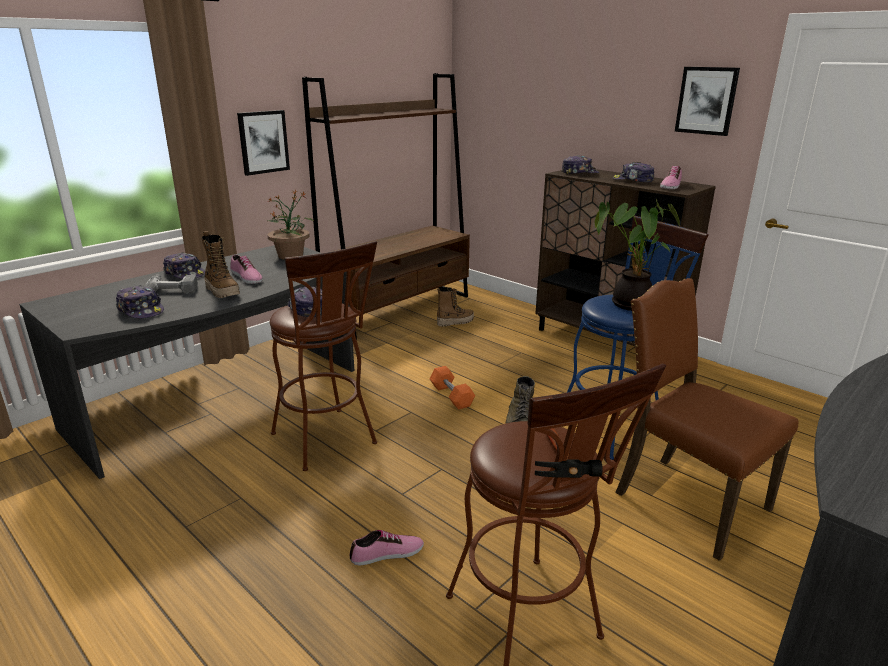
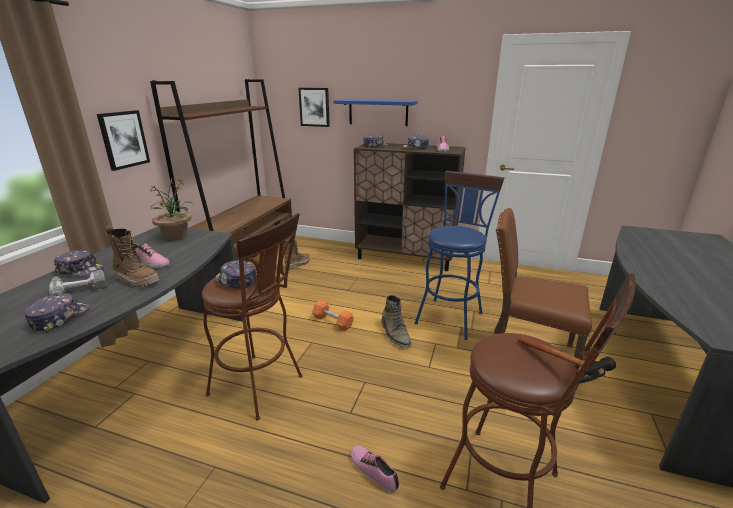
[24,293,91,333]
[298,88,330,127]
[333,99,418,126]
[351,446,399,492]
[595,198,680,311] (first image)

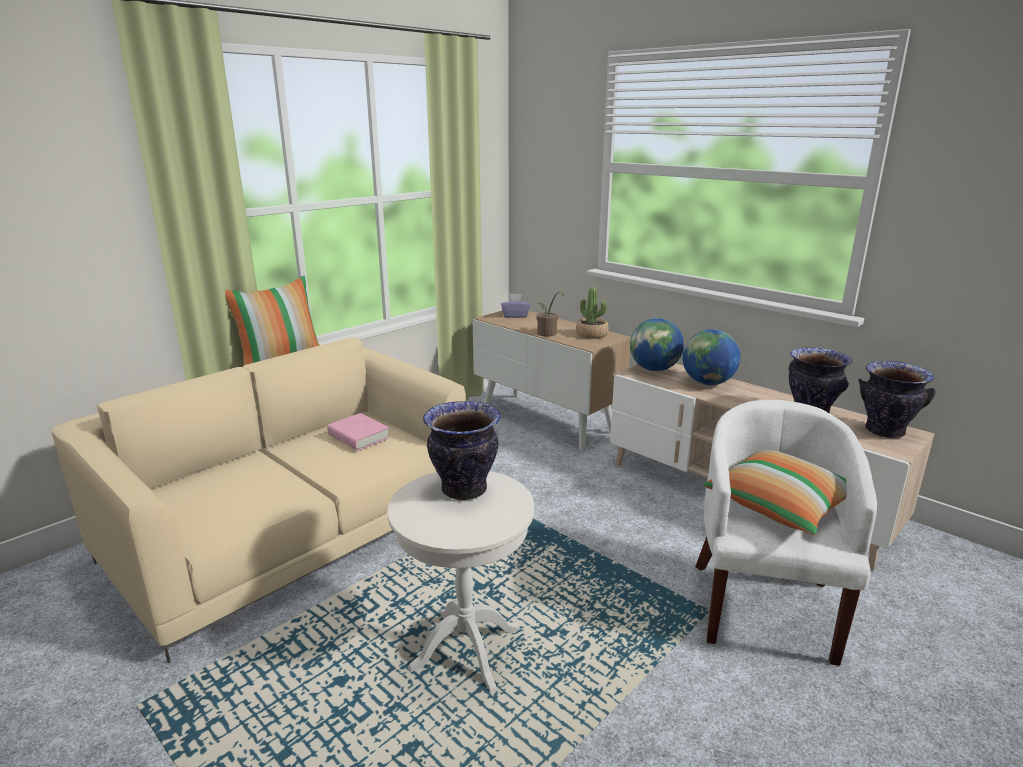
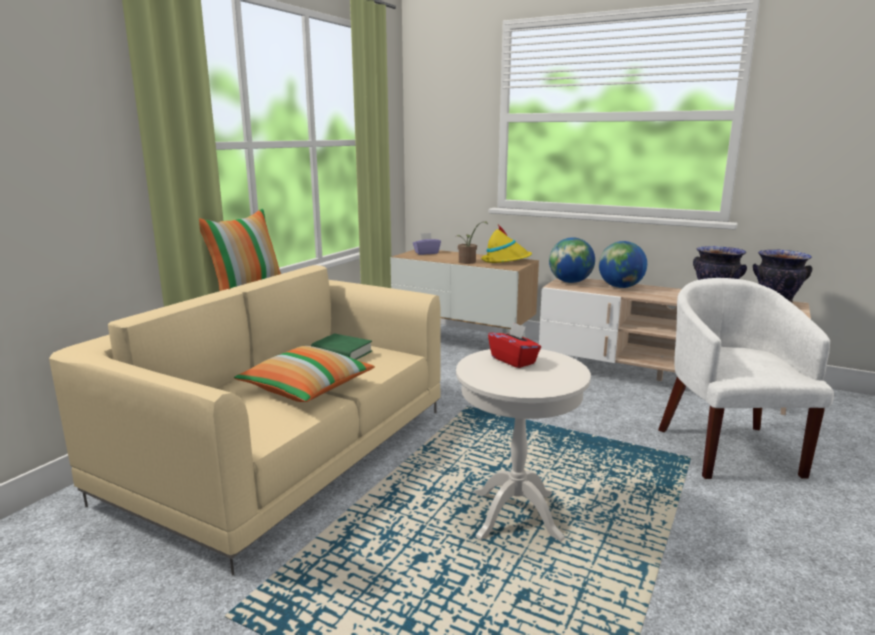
[234,346,375,402]
[311,333,372,360]
[481,225,532,263]
[488,322,541,368]

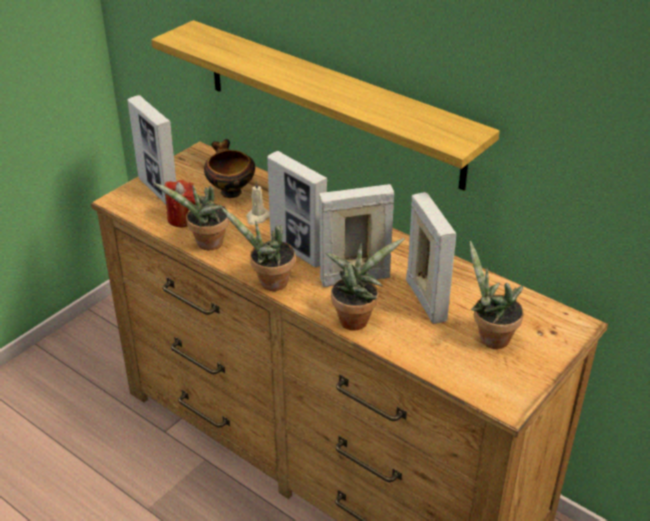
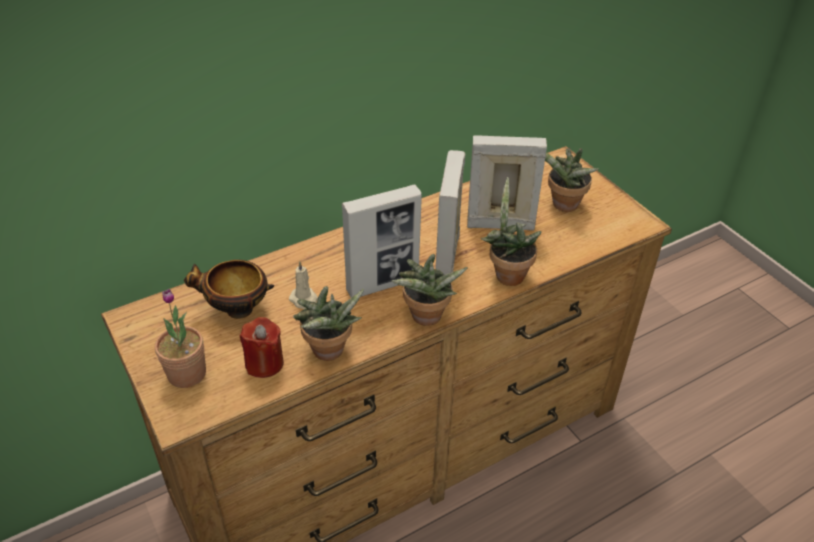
[155,289,206,388]
[151,20,500,191] (first image)

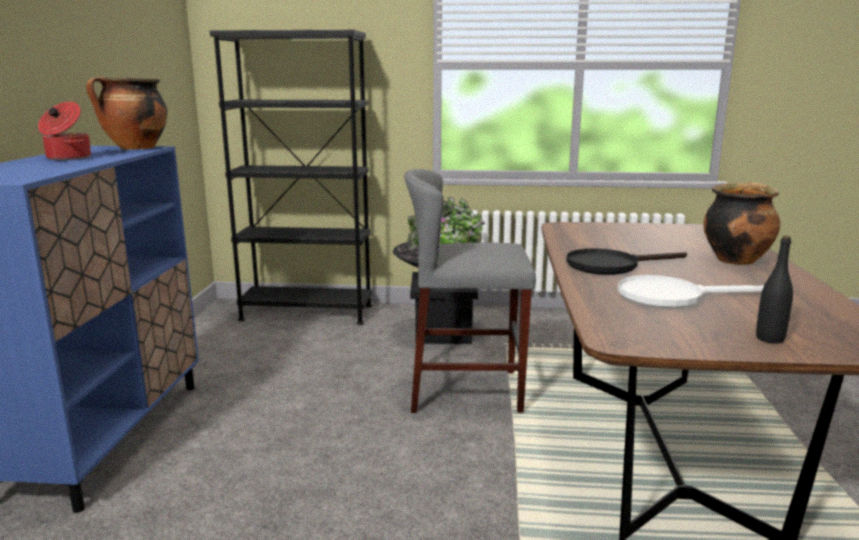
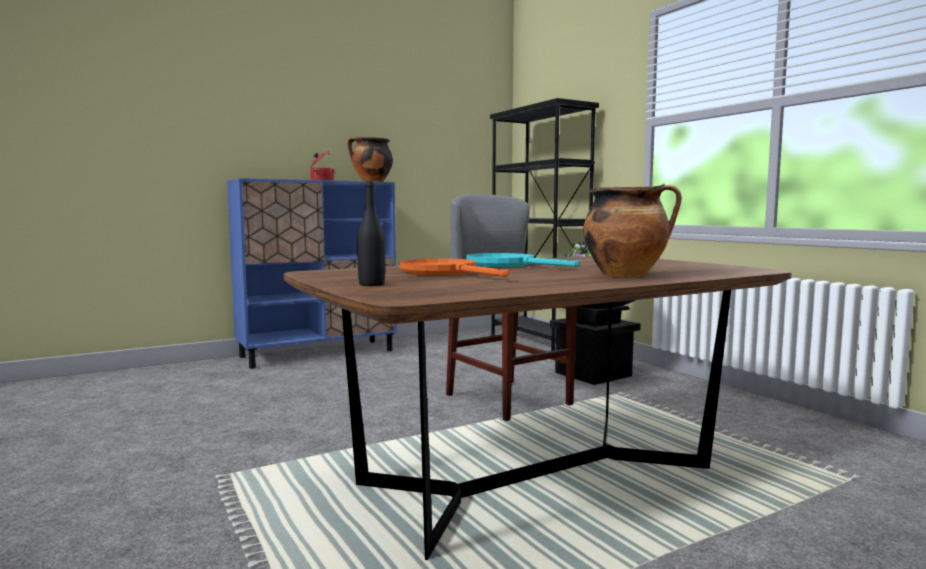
[399,258,509,277]
[467,253,580,267]

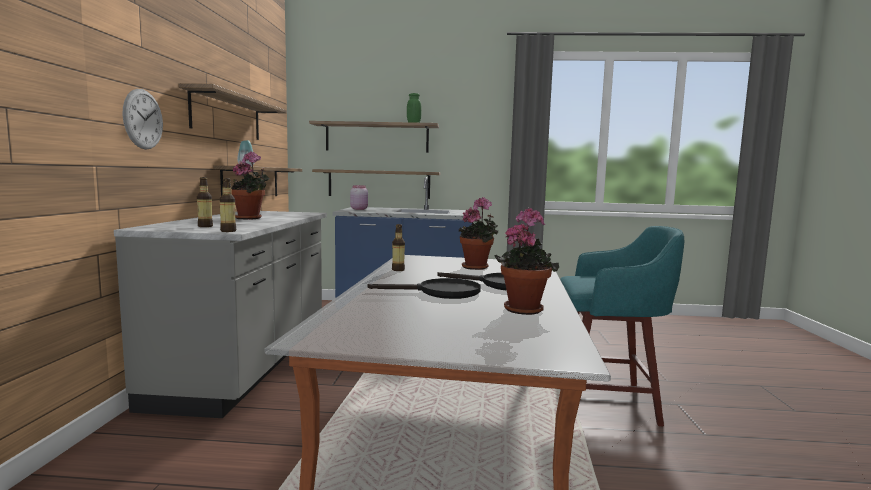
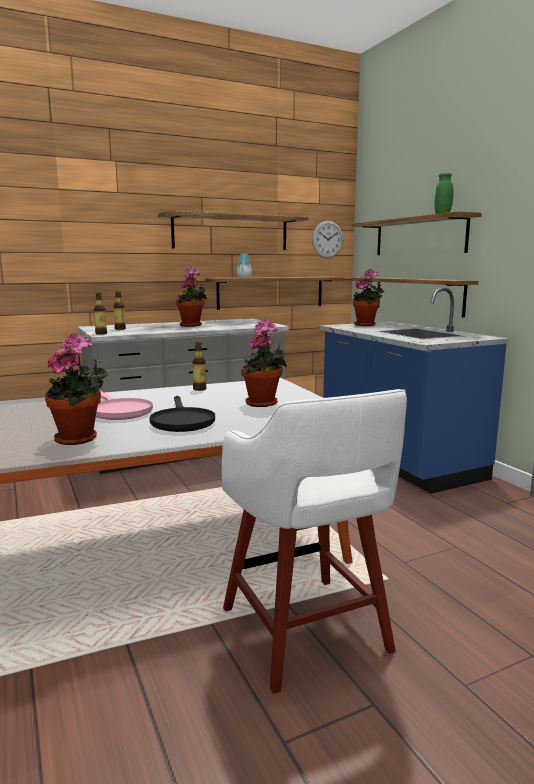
[96,390,153,420]
[222,389,407,694]
[312,221,343,258]
[352,269,385,326]

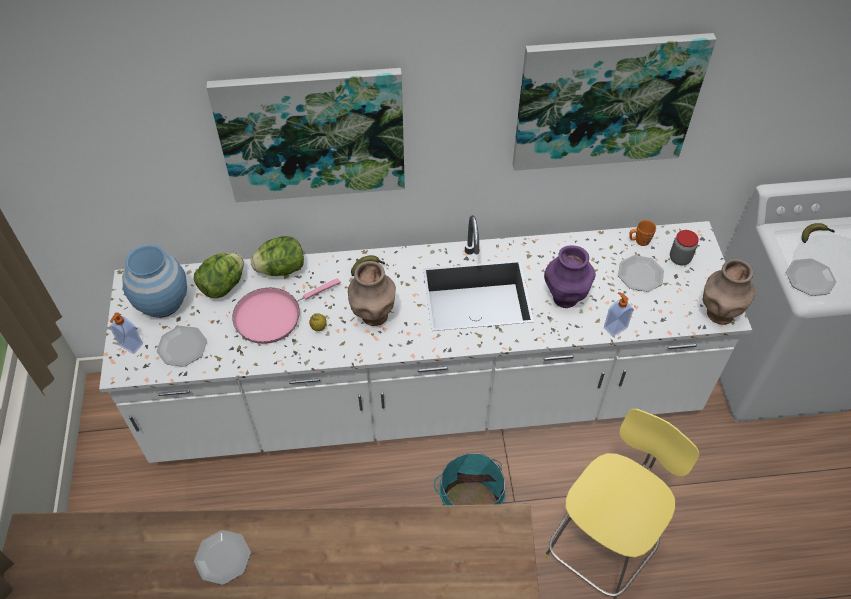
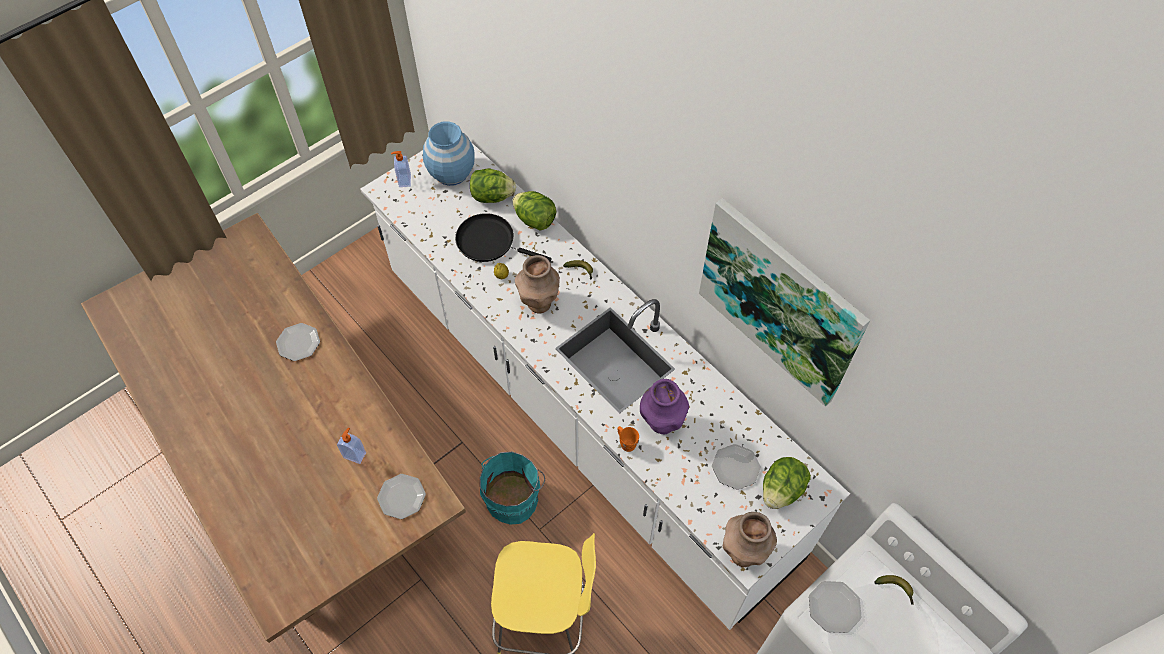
[337,428,366,464]
[377,474,426,519]
[455,213,552,262]
[617,426,639,452]
[763,457,811,509]
[207,68,405,202] (first image)

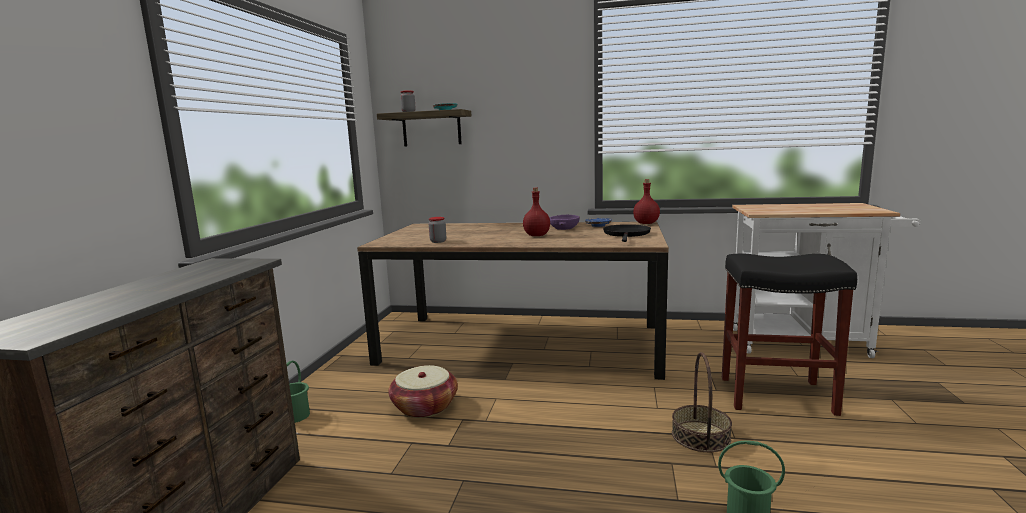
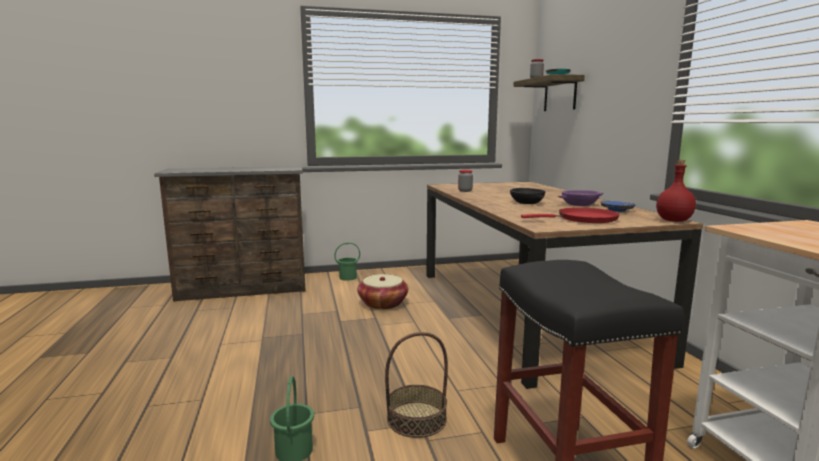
[510,188,546,204]
[521,207,620,223]

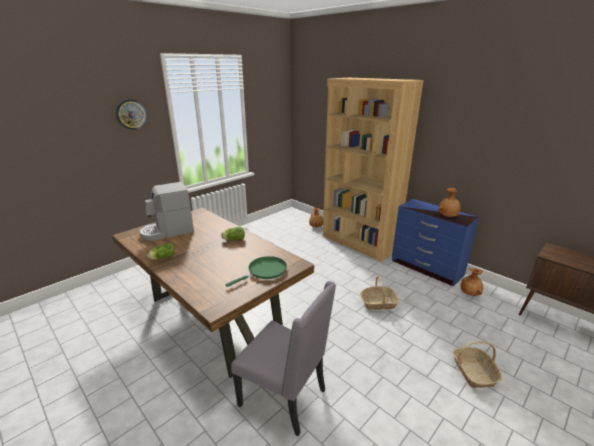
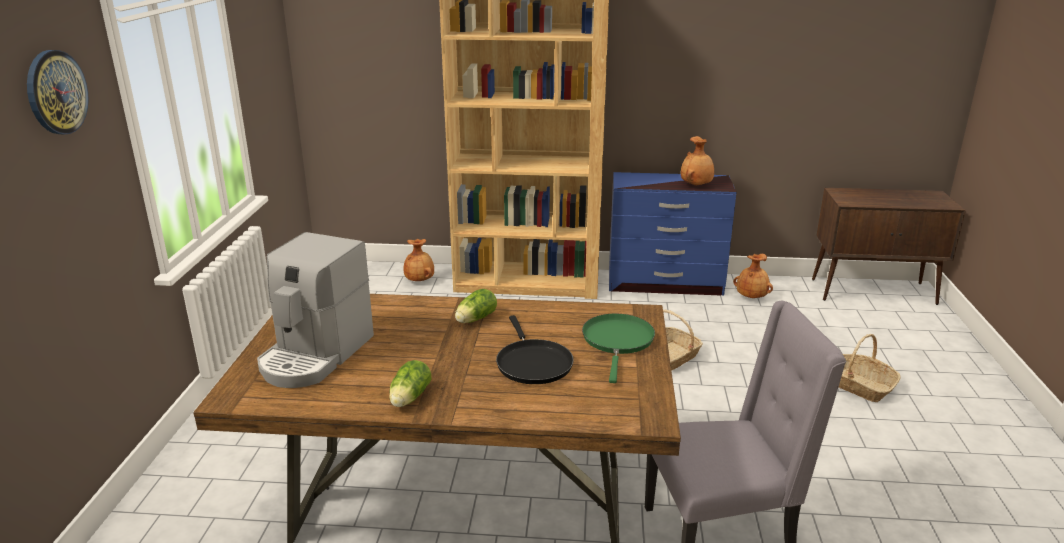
[496,315,574,384]

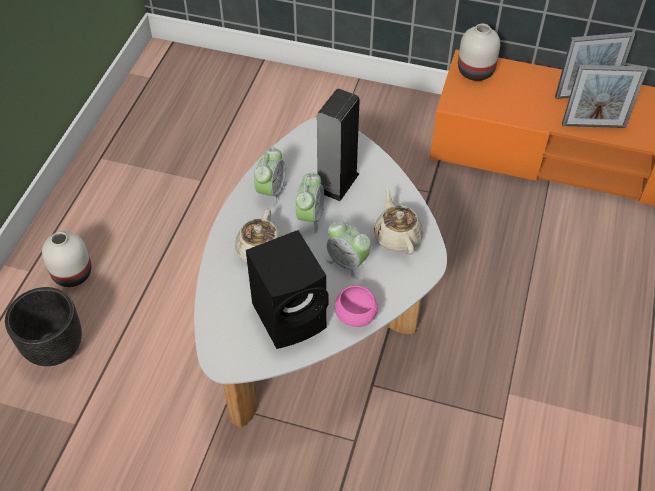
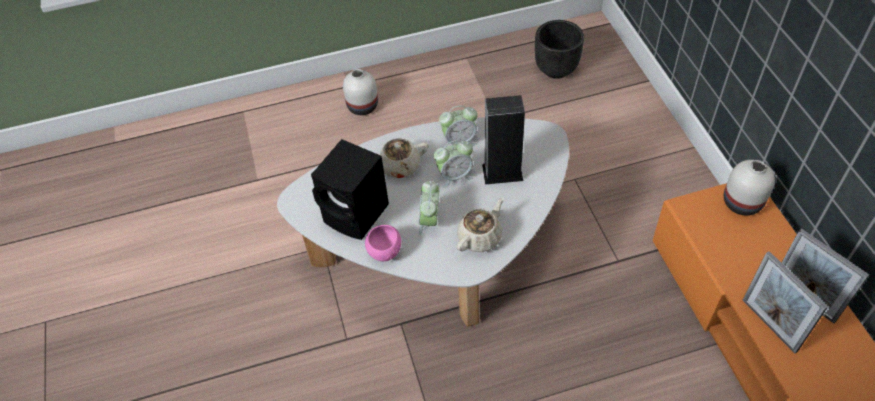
[535,20,584,79]

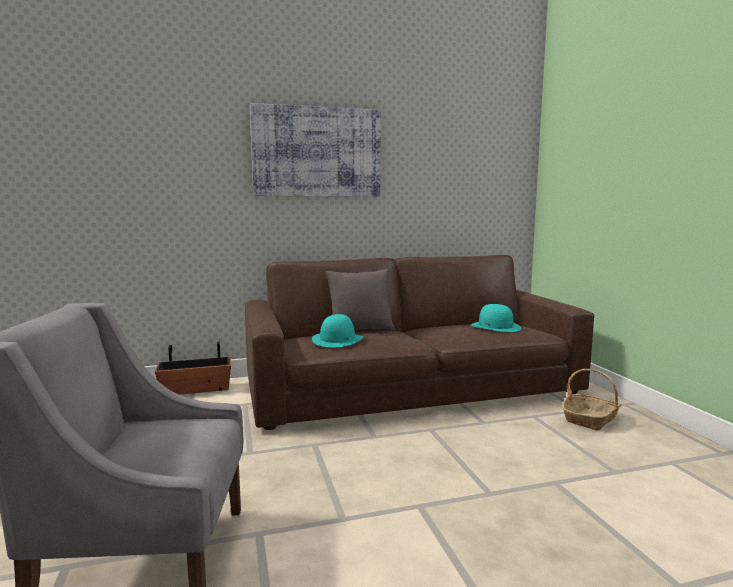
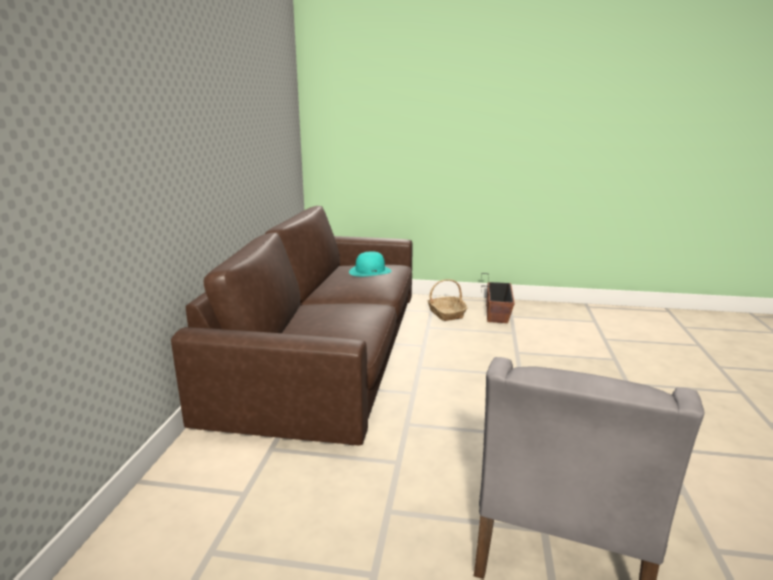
[481,273,515,323]
[250,103,381,197] (first image)
[312,314,363,347] (first image)
[325,269,395,331] (first image)

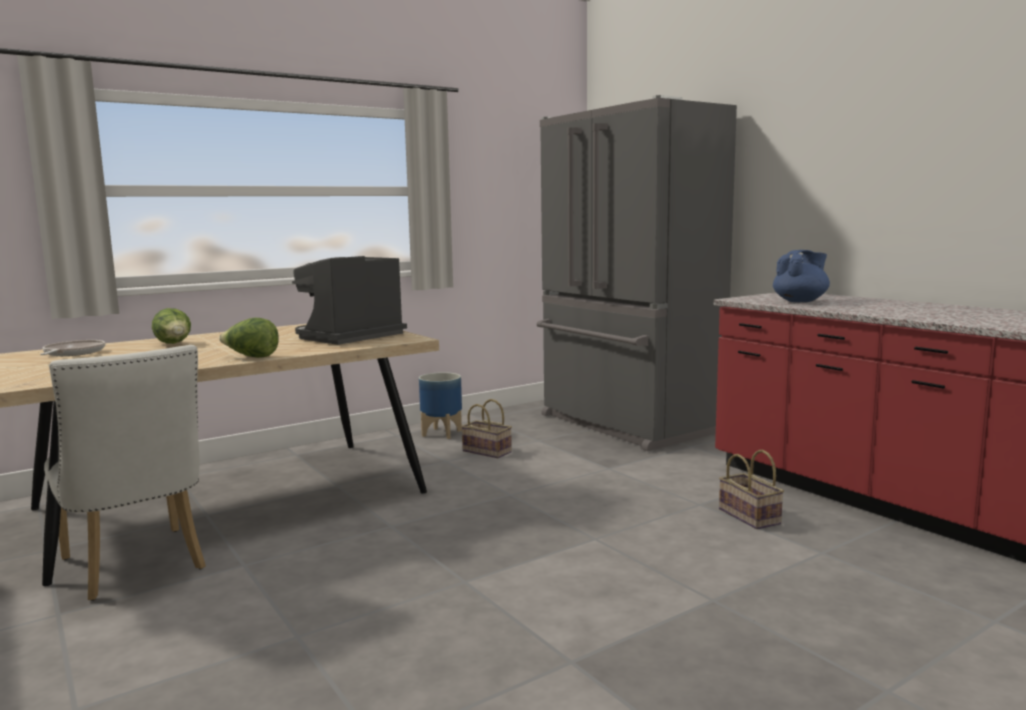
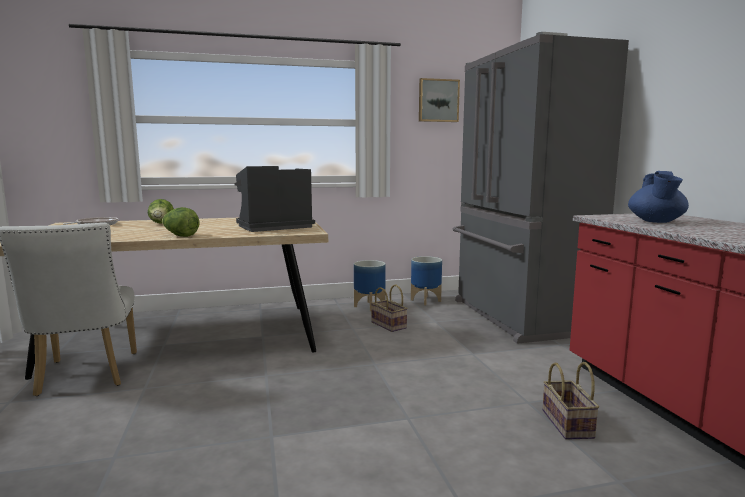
[411,256,442,305]
[419,78,460,122]
[628,171,689,223]

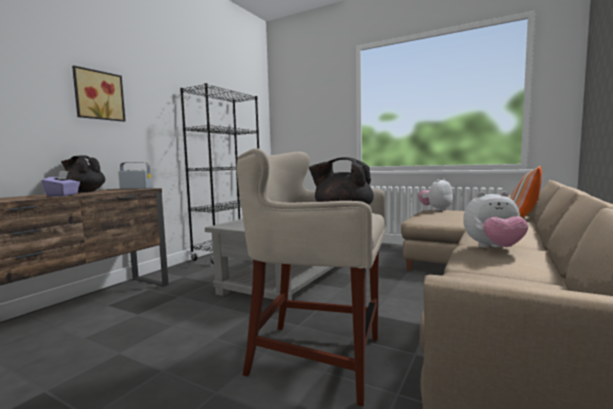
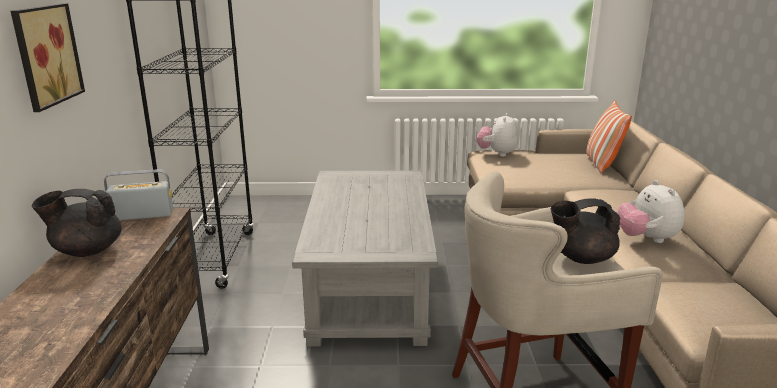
[617,180,685,243]
[42,171,80,197] (first image)

